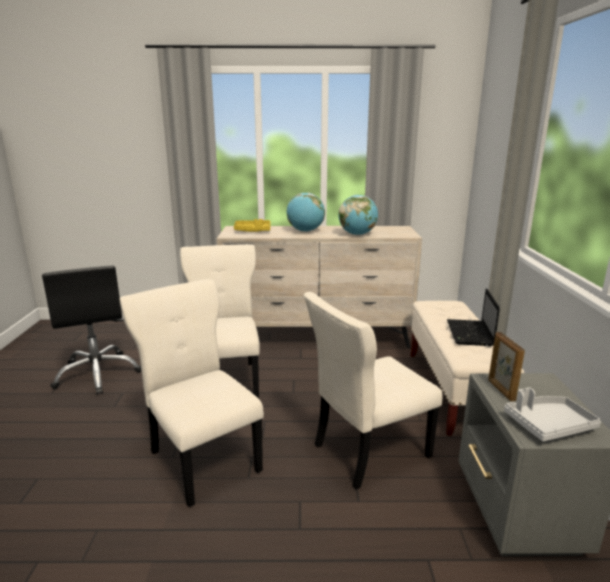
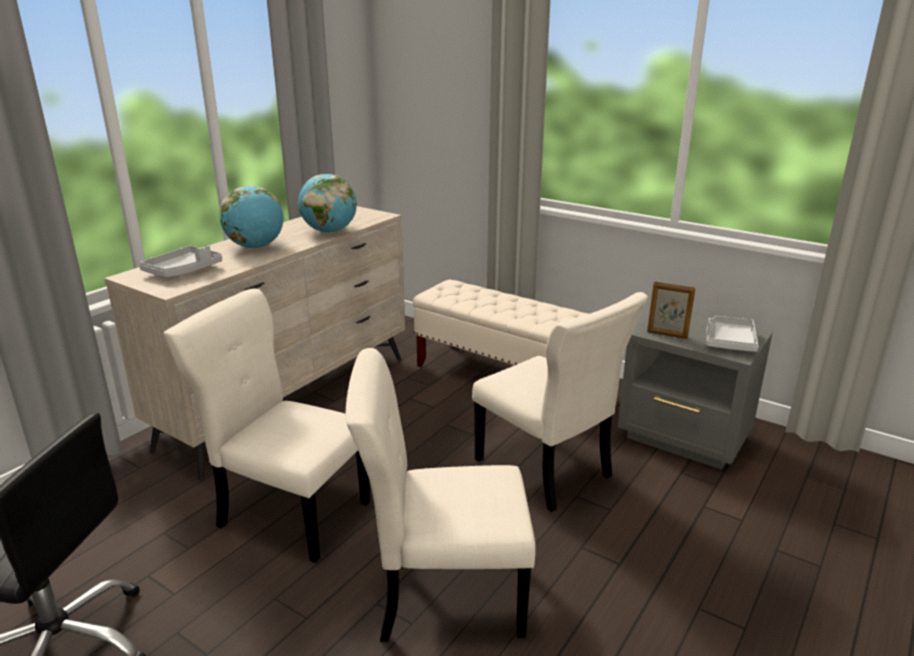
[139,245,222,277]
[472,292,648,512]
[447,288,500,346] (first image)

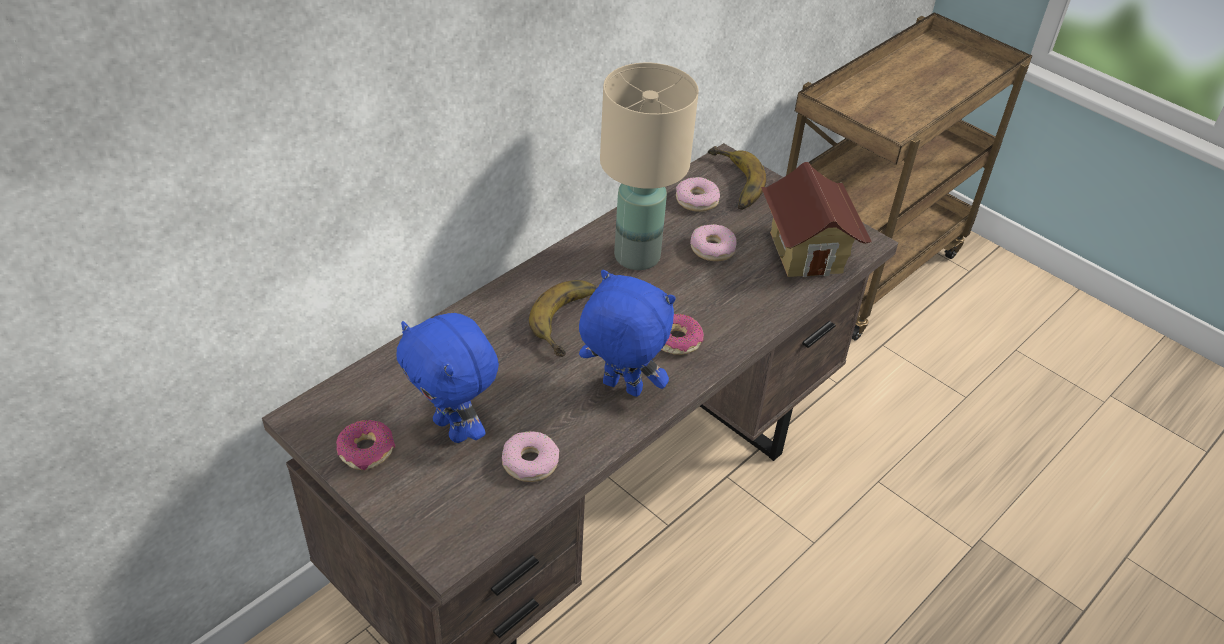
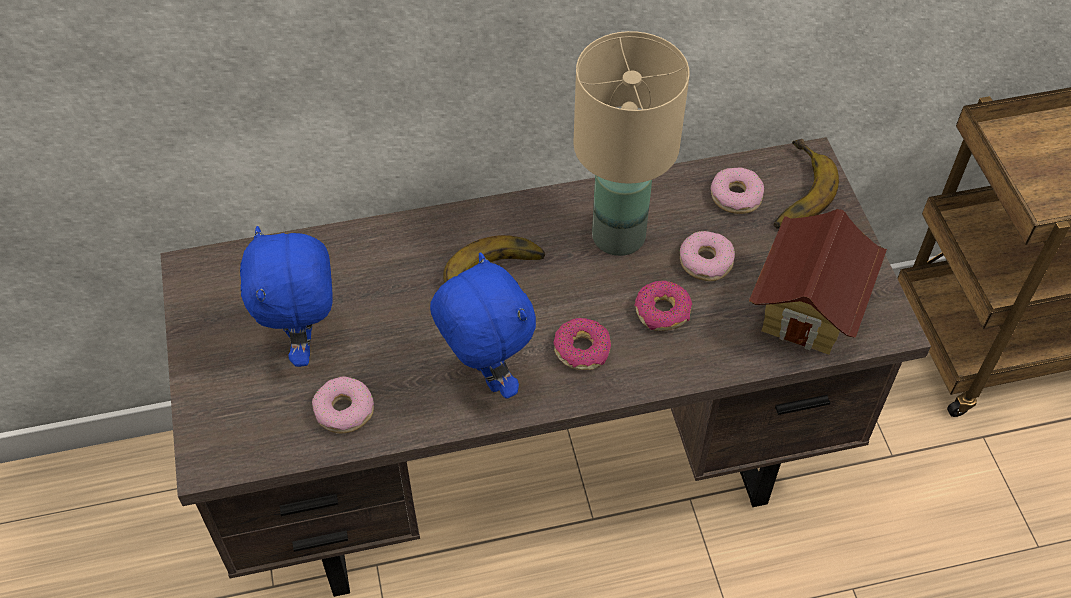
[634,281,693,331]

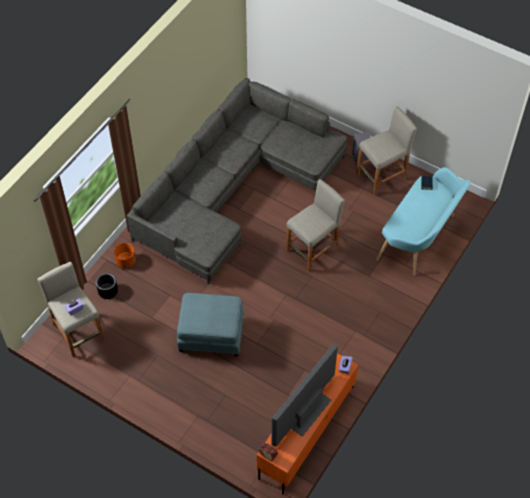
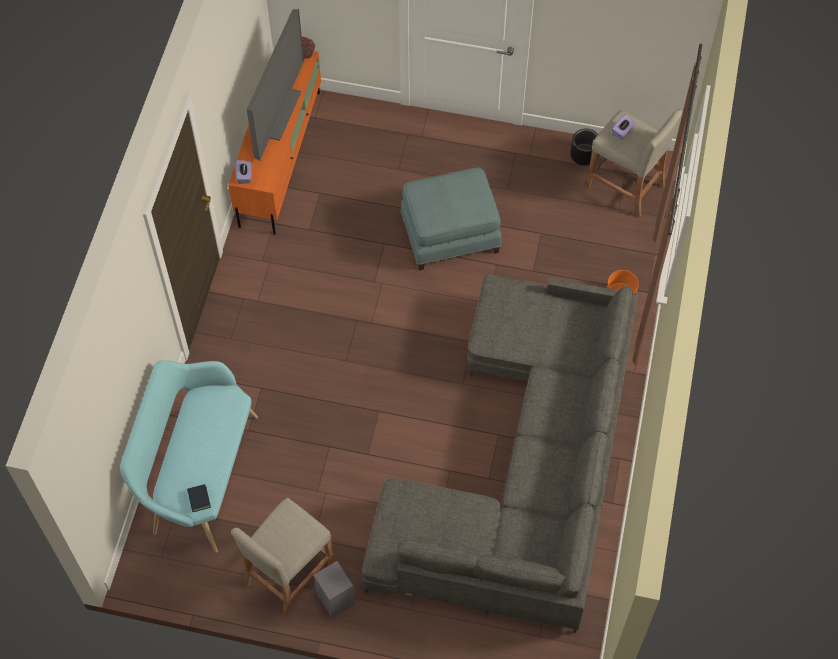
[570,128,599,166]
[286,179,345,272] (first image)

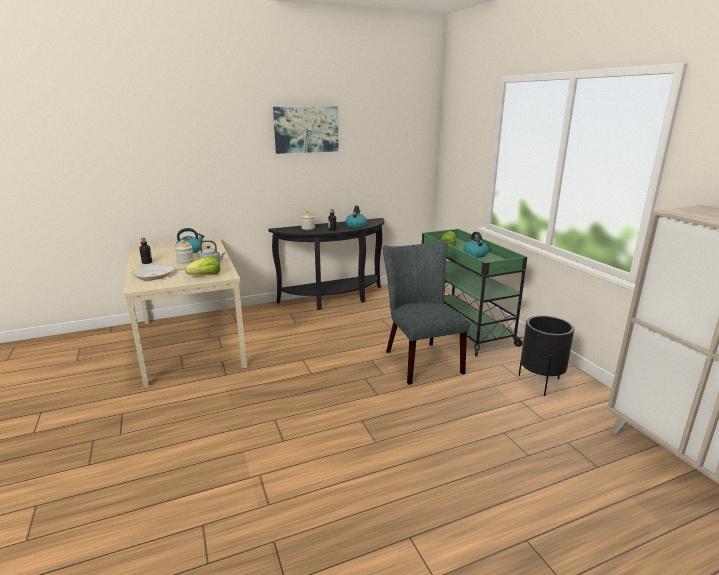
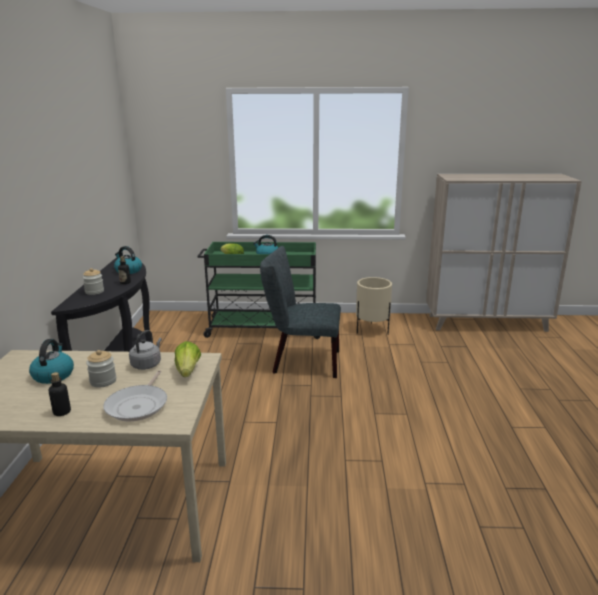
[356,277,392,335]
[273,106,339,154] (first image)

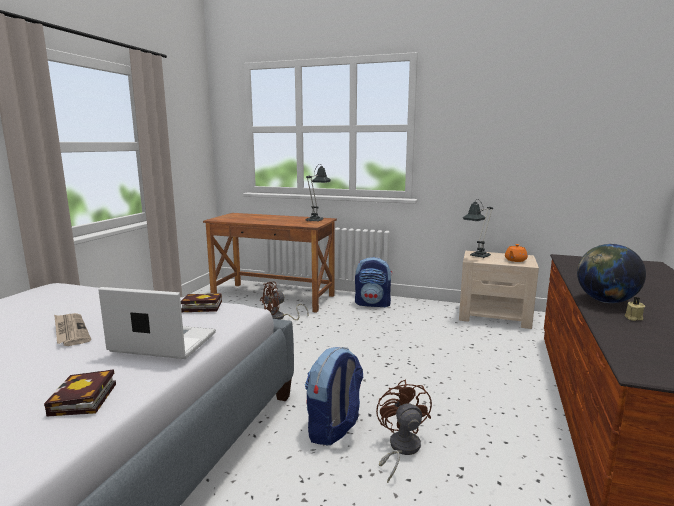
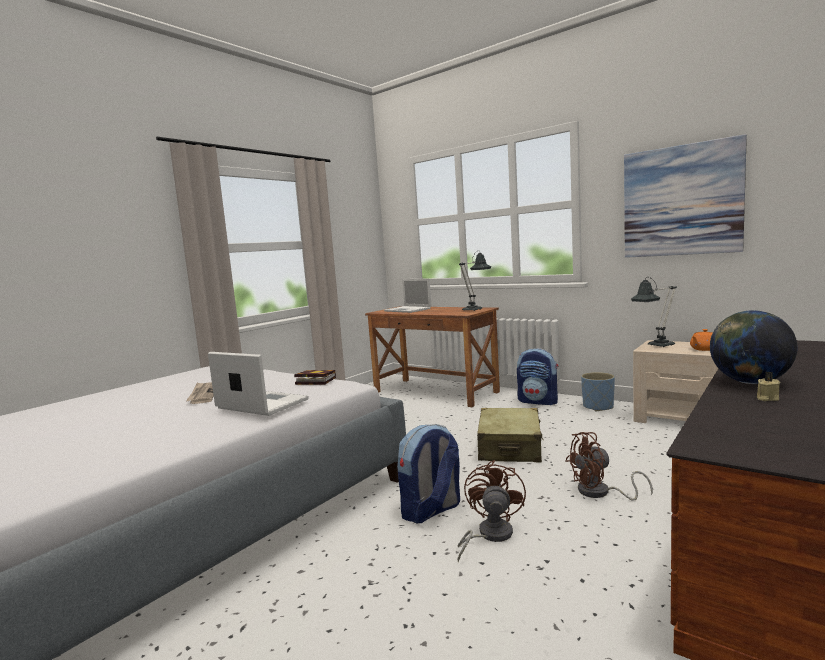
[384,279,431,313]
[477,408,544,463]
[565,432,653,501]
[581,372,615,412]
[624,134,747,258]
[44,369,116,417] (first image)

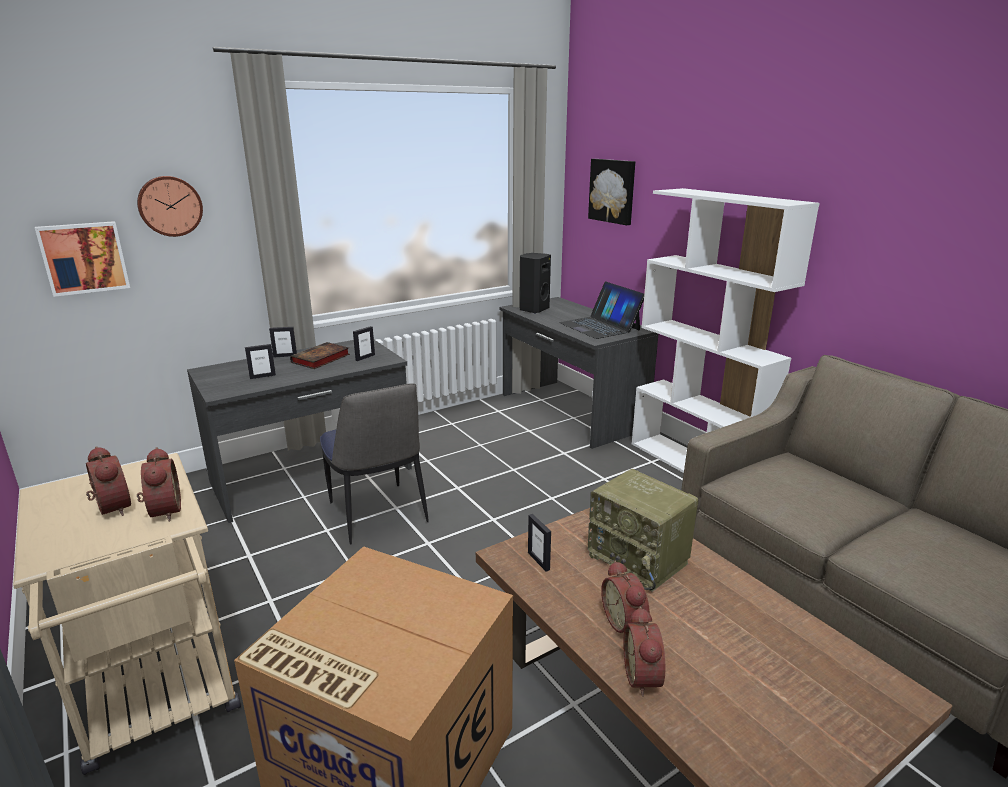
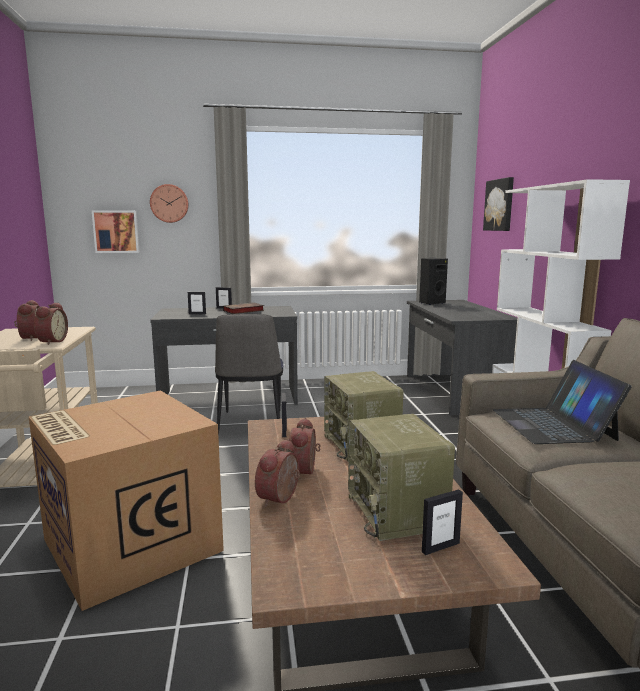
[348,414,455,541]
[422,489,463,555]
[493,360,632,444]

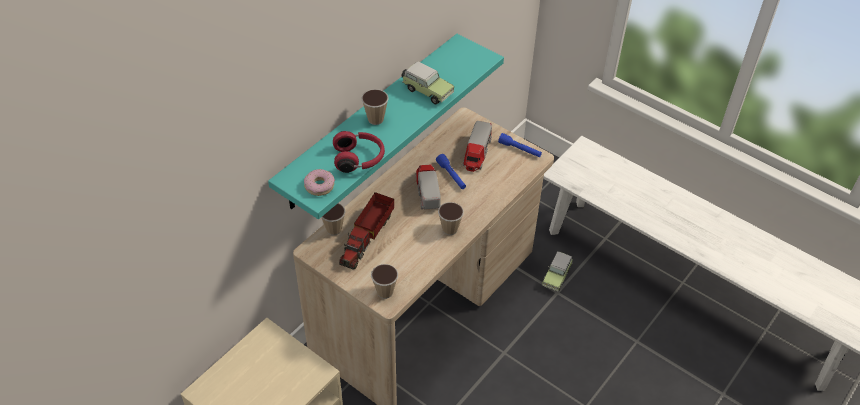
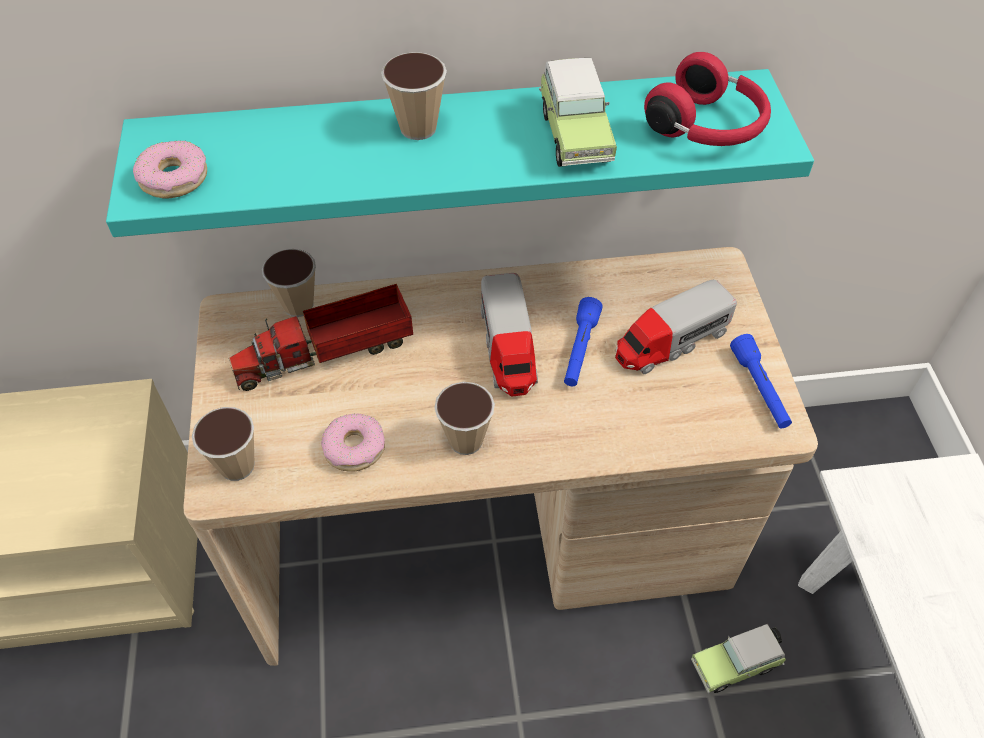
[321,414,385,472]
[481,273,538,396]
[644,52,771,146]

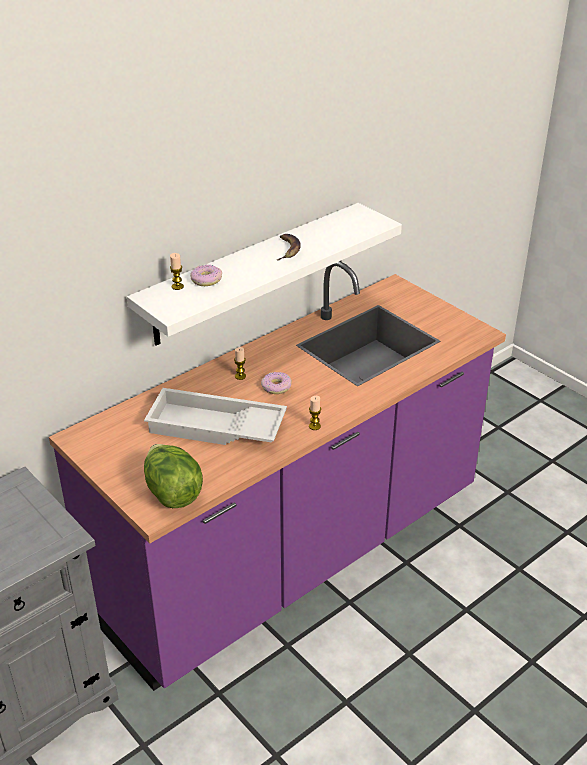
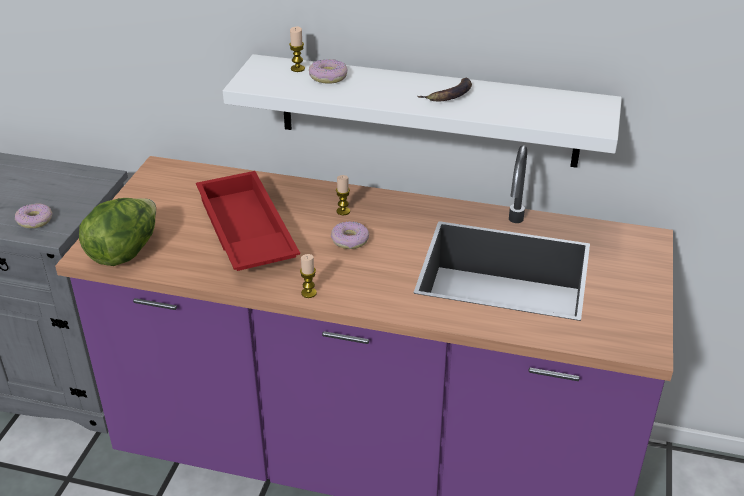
[15,203,52,228]
[196,171,300,271]

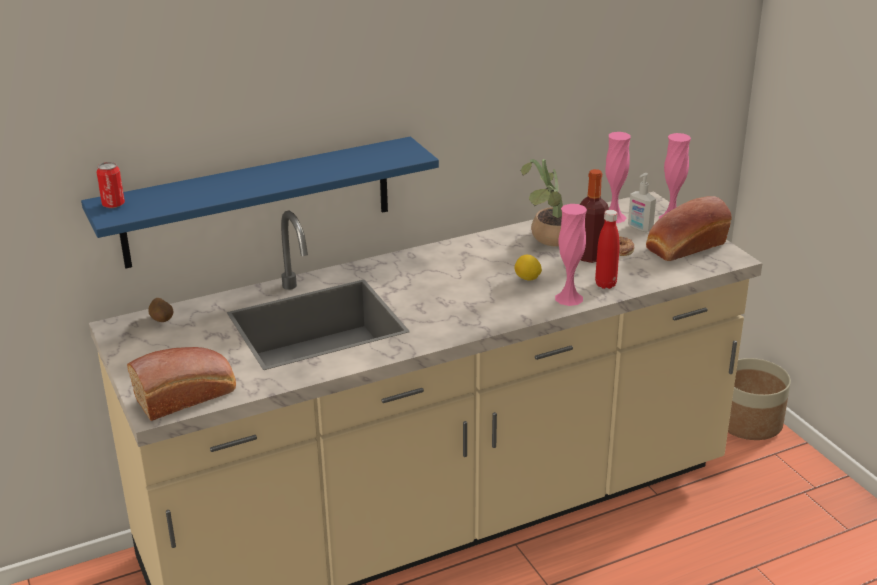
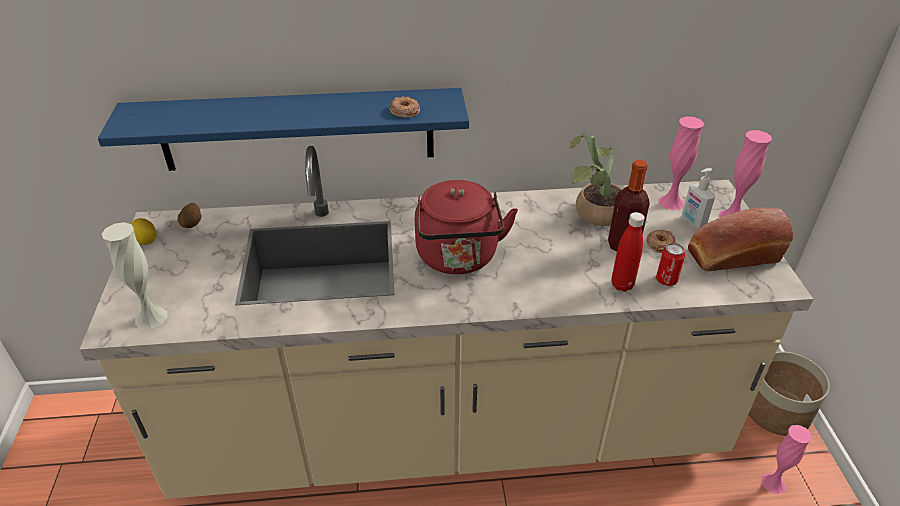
[102,222,167,329]
[130,218,157,245]
[390,96,420,118]
[415,180,518,274]
[656,243,685,286]
[761,425,812,494]

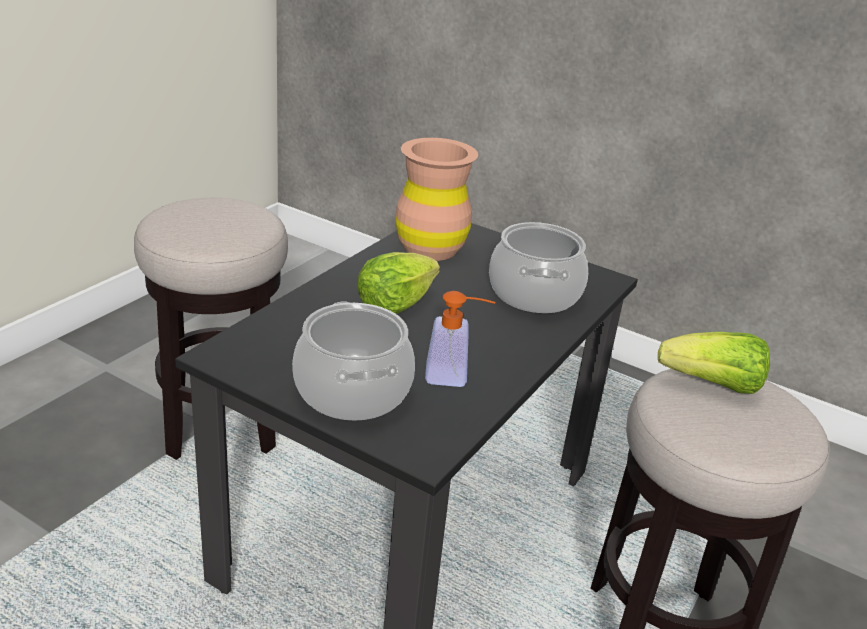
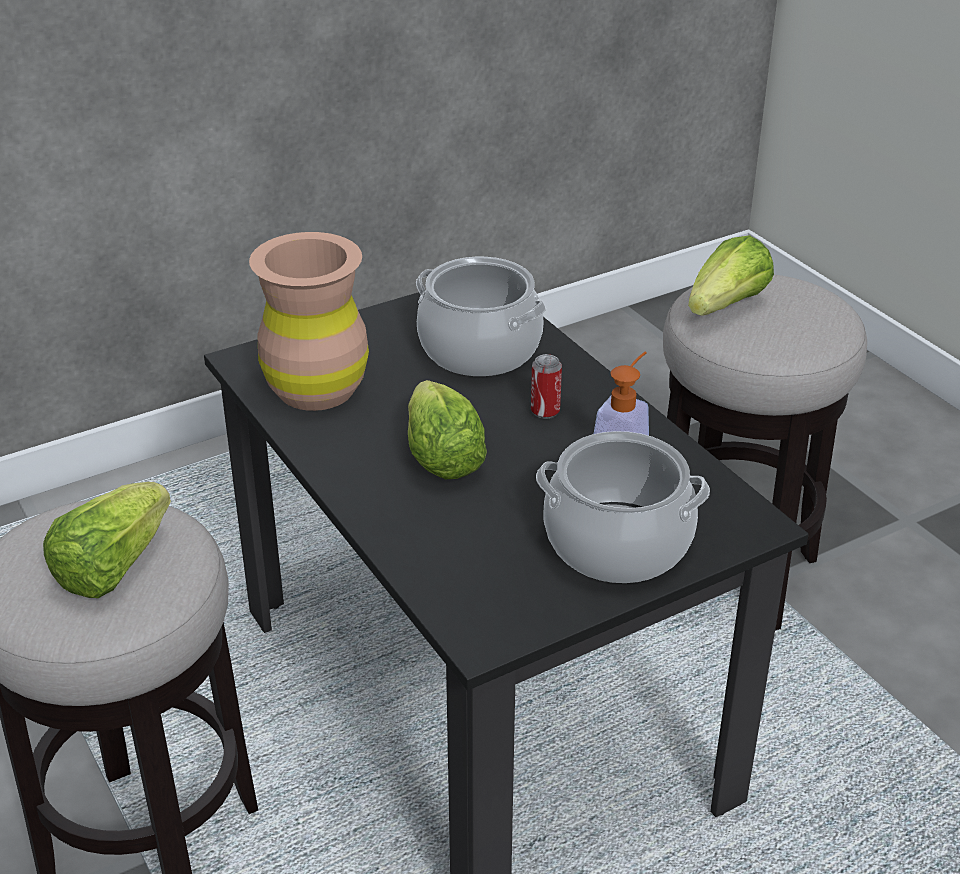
[43,482,171,598]
[531,354,562,419]

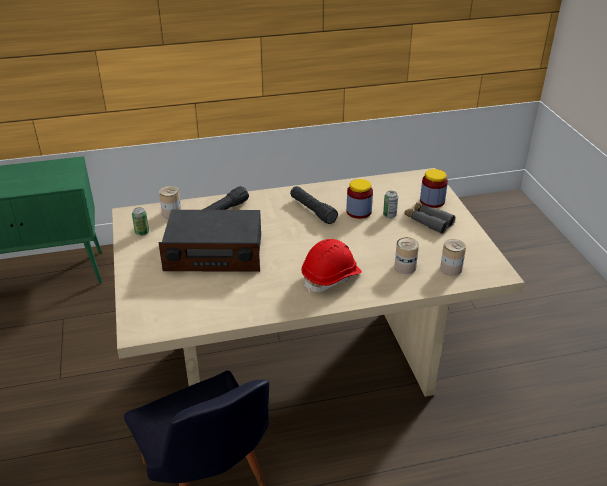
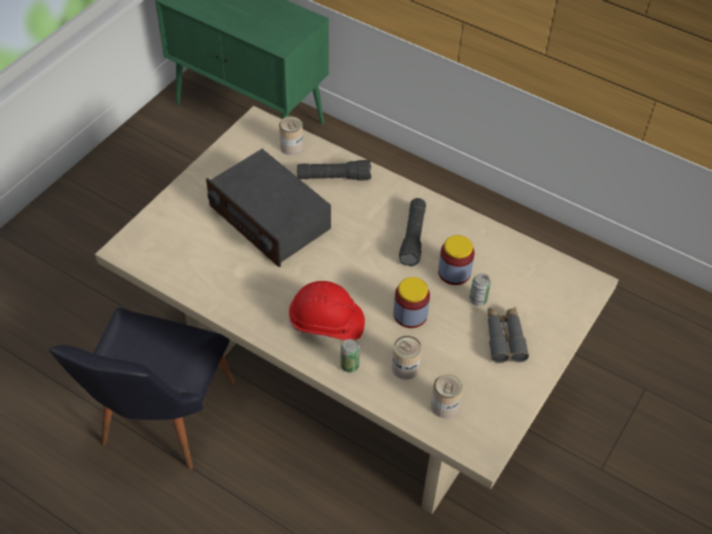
[340,339,360,372]
[393,277,430,328]

